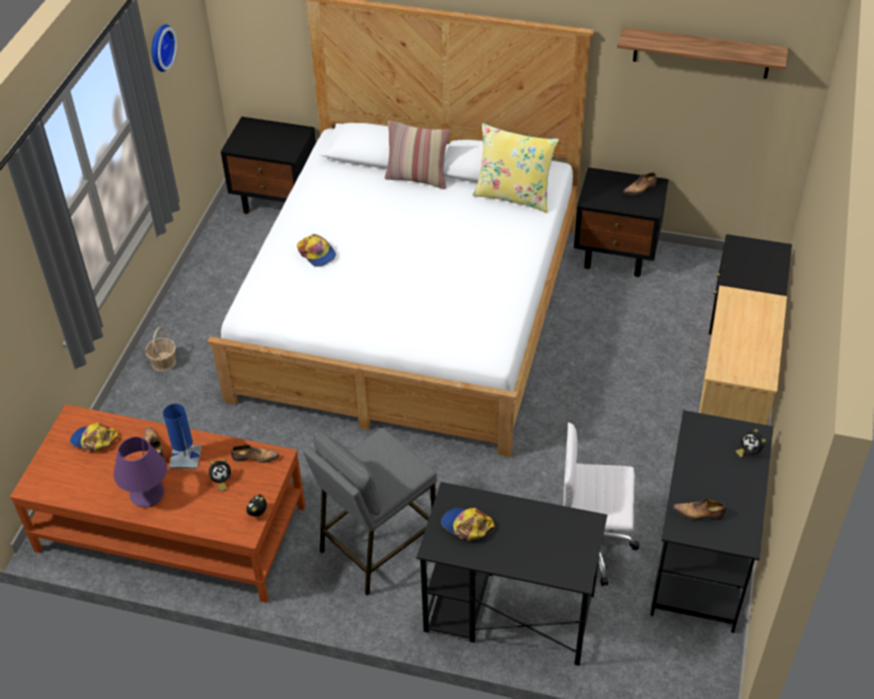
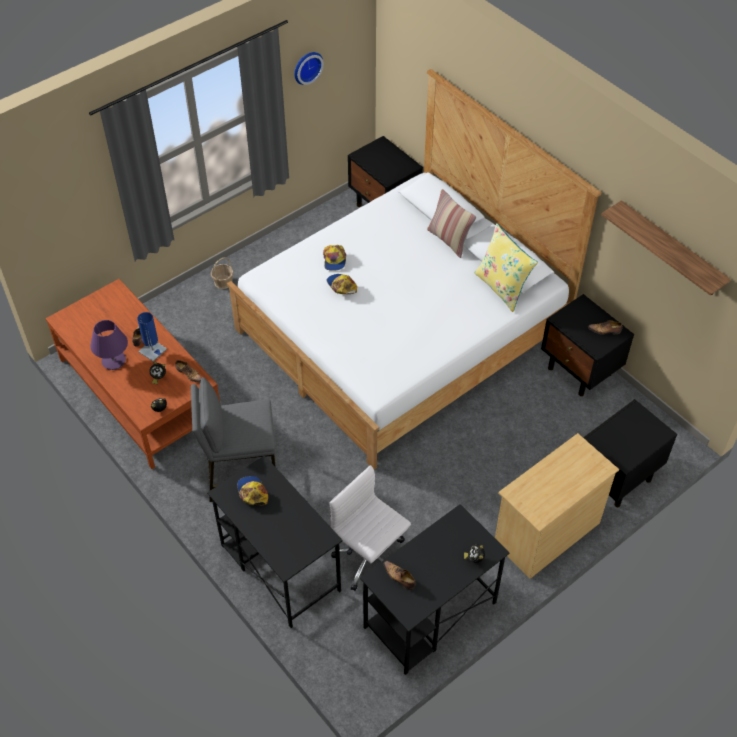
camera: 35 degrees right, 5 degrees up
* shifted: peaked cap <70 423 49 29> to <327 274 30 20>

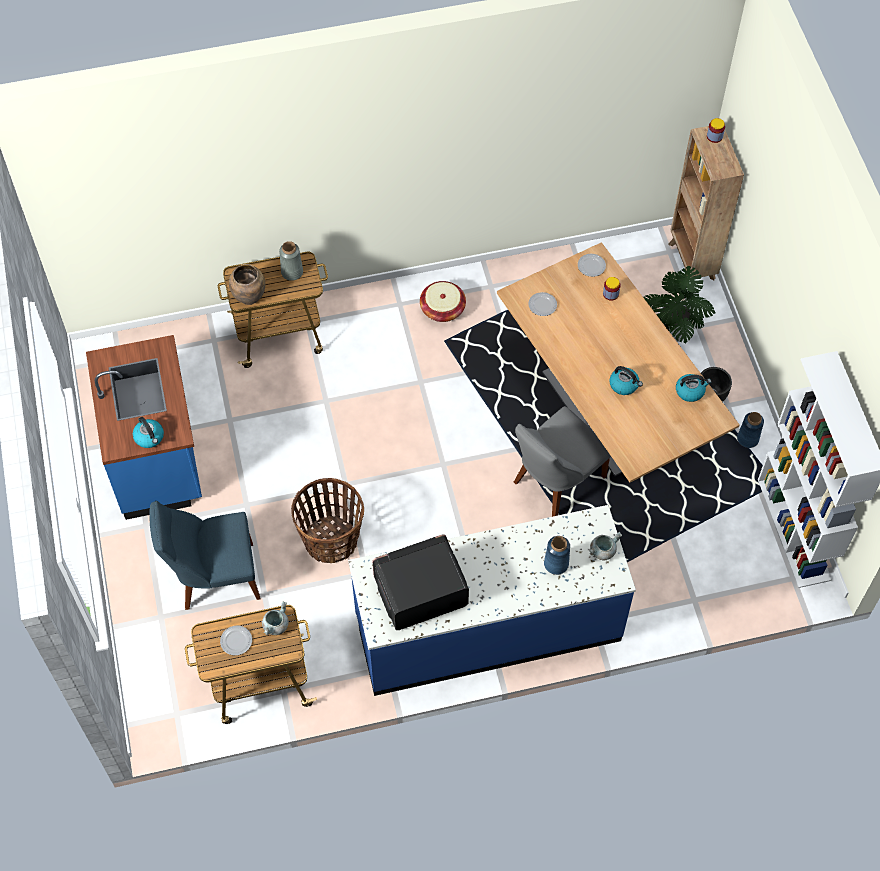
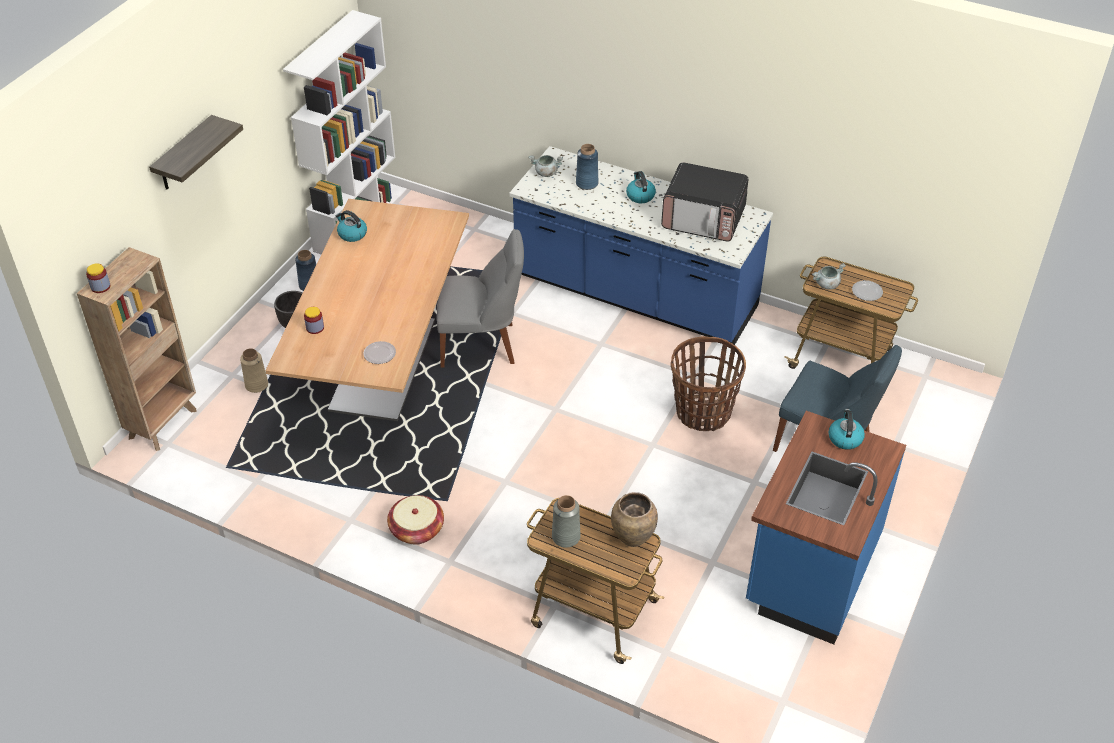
camera: 140 degrees left, 15 degrees down
* gone: dinner plate <578 254 28 23>
* new: shelf <149 115 94 75>
* shifted: water kettle <609 366 34 29> to <626 171 30 32>
* swapped: plant in a pot <643 266 72 77> to beige flower vase <240 348 28 45>

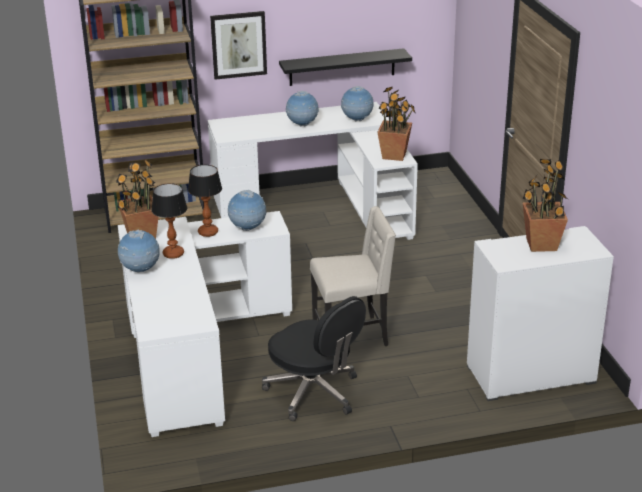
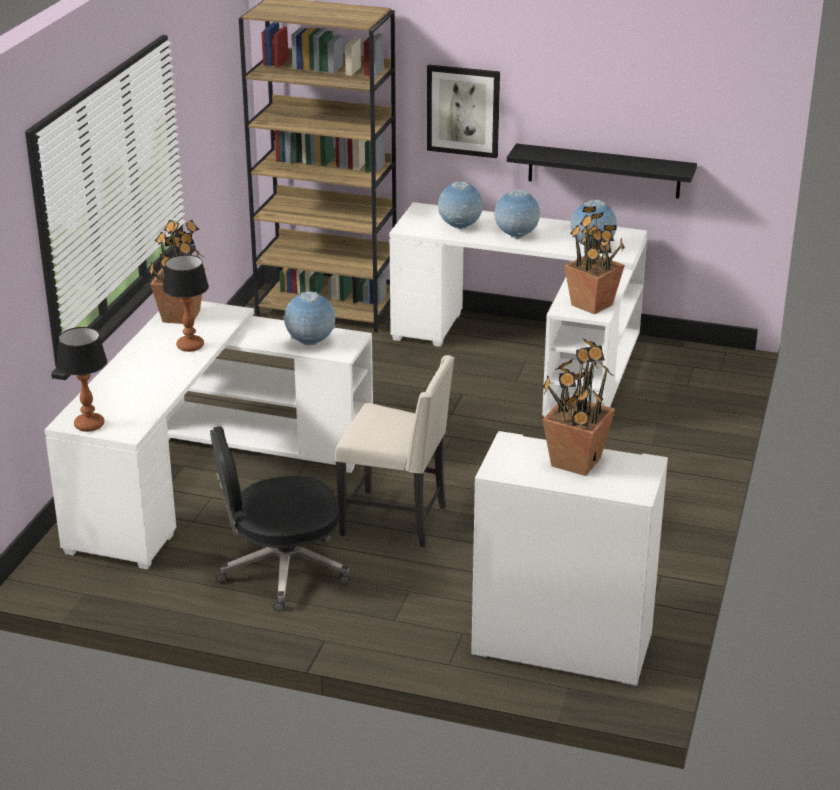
camera: 30 degrees right, 0 degrees up
* shifted: world globe <118 230 42 43> to <438 181 45 48>
* shifted: lamp for a table <188 165 34 72> to <57 327 50 105>
* rotated: black-coloured computer chair <262 296 104 125> = <210 426 139 185> 90 degrees clockwise

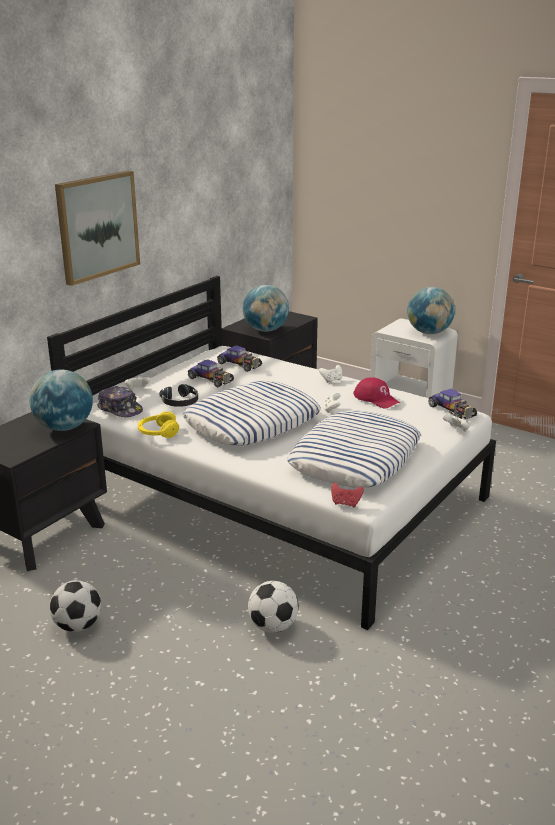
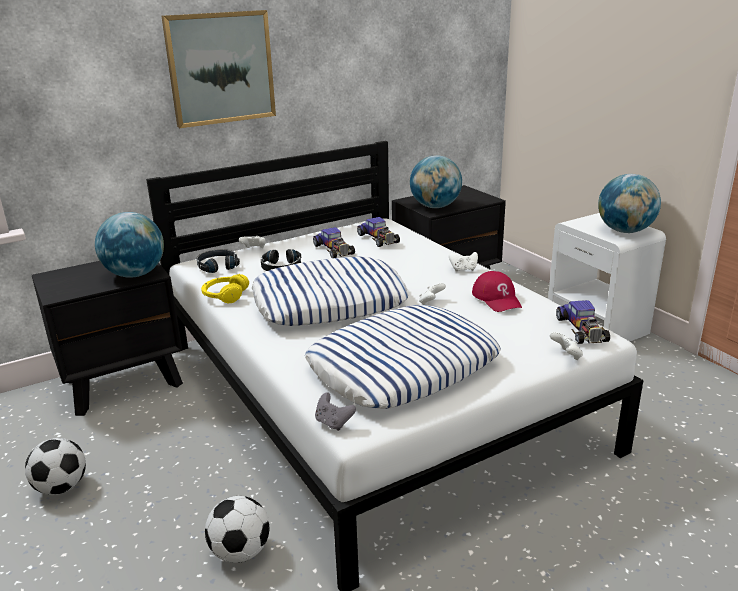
camera: 25 degrees right, 0 degrees up
* swapped: peaked cap <97 386 46 31> to black-coloured headphones <197 249 43 24>
* repainted: red game controller <331 483 33 24> to gray game controller <315 393 41 38>

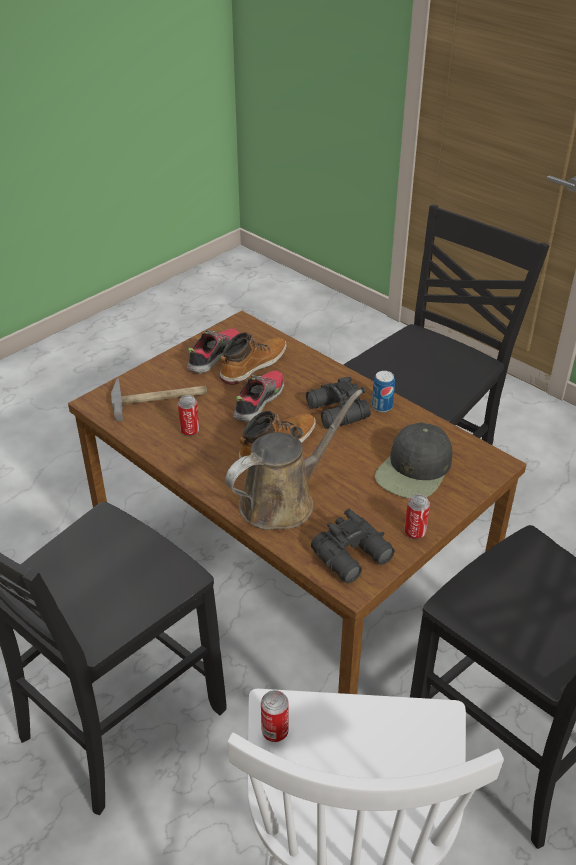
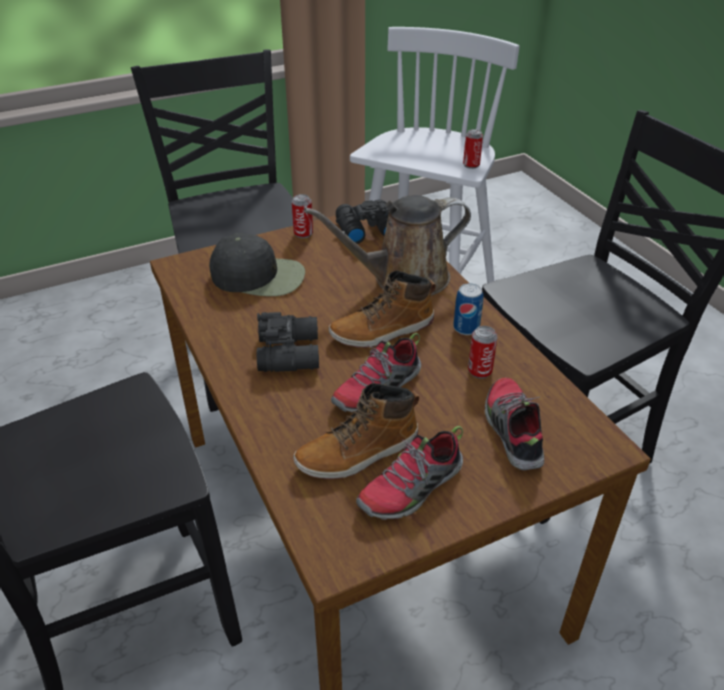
camera: 160 degrees left, 0 degrees up
* shifted: can <372 371 23 41> to <453 283 30 52>
* swapped: tool hammer <111 378 96 43> to item of footwear <485 378 59 92>
* rotated: black-coloured peaked cap <375 422 77 76> = <209 233 96 63> 45 degrees clockwise

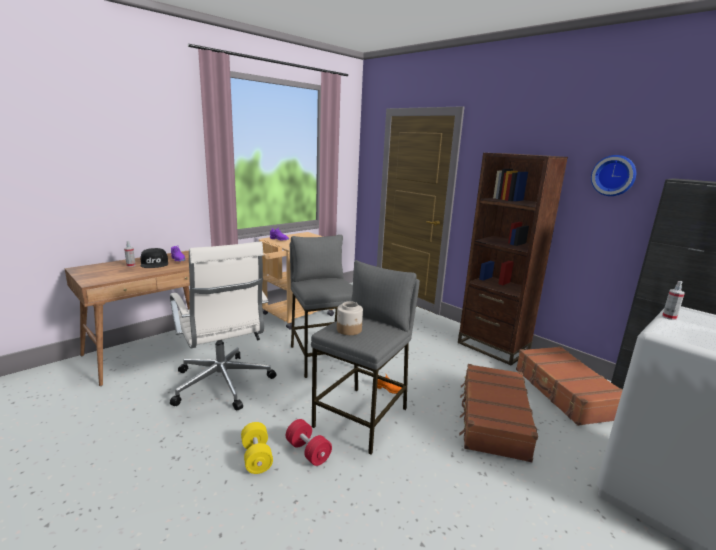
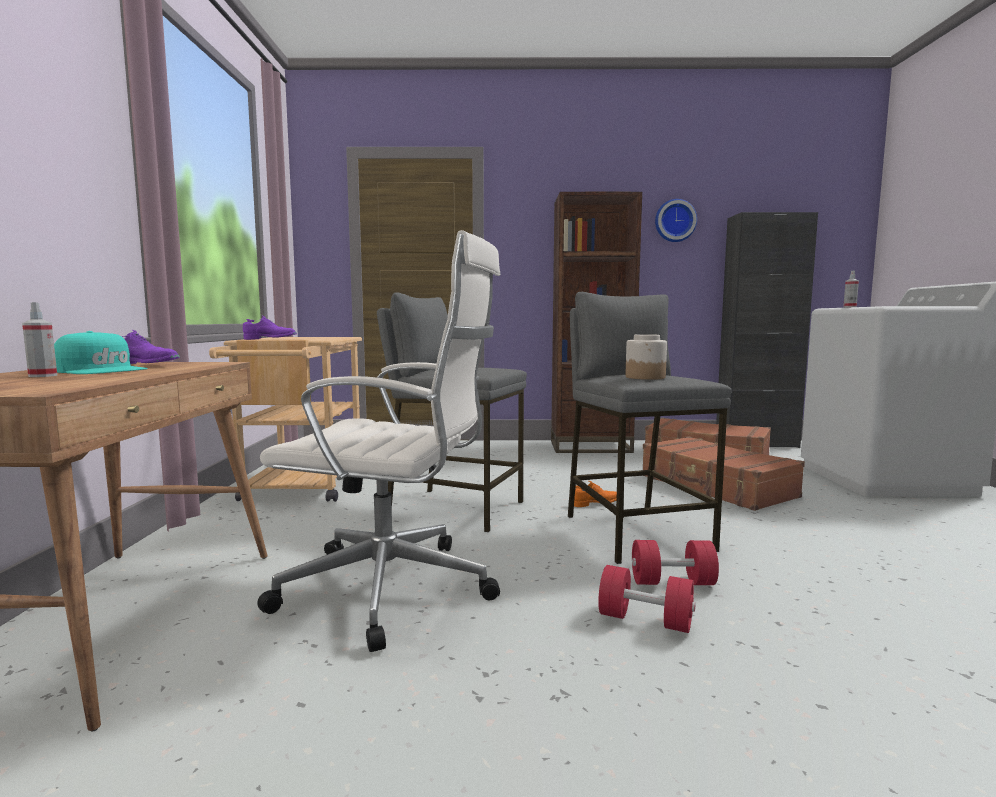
camera: 45 degrees left, 10 degrees down
* repainted: black-coloured peaked cap <140 248 28 20> to blue-green peaked cap <54 331 94 43>
* repainted: yellowish dumbbell <241 422 32 52> to red dumbbell <598 565 97 68>

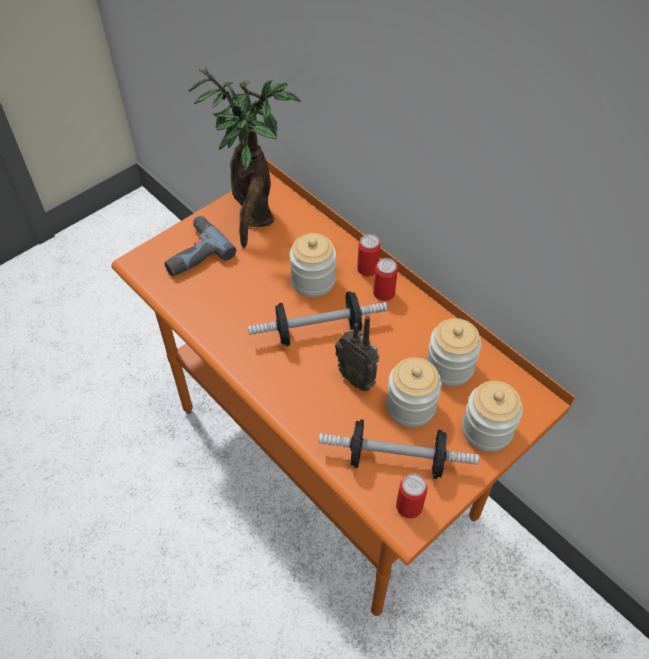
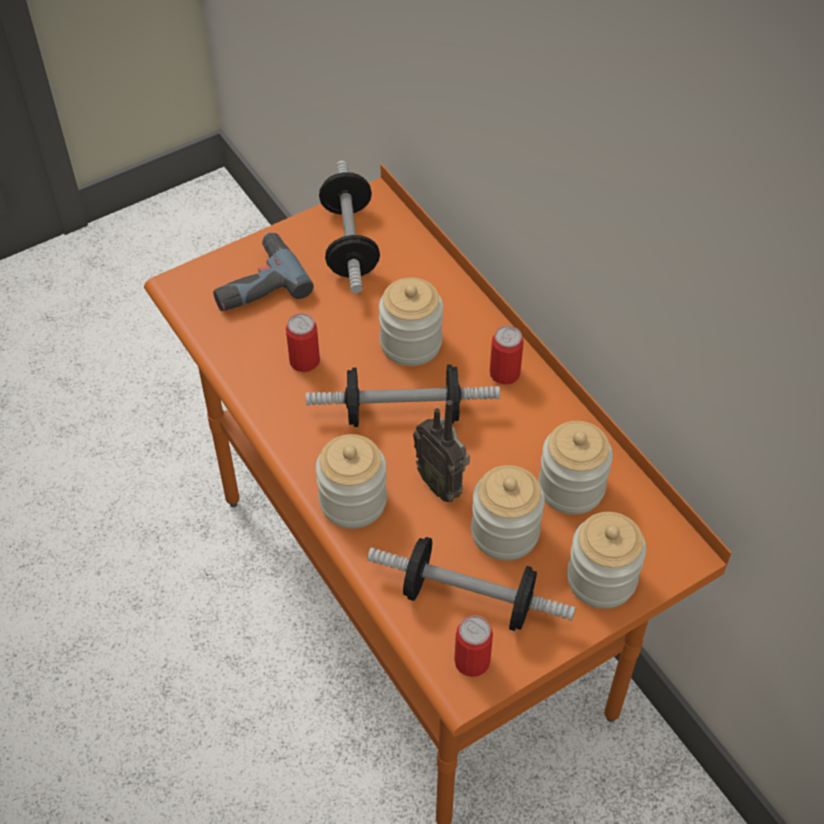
camera: 10 degrees right, 0 degrees up
* new: storage jar <316 434 71 95>
* shifted: can <357 234 24 42> to <286 313 34 59>
* swapped: plant in a pot <188 68 113 180> to dumbbell <319 160 61 133>

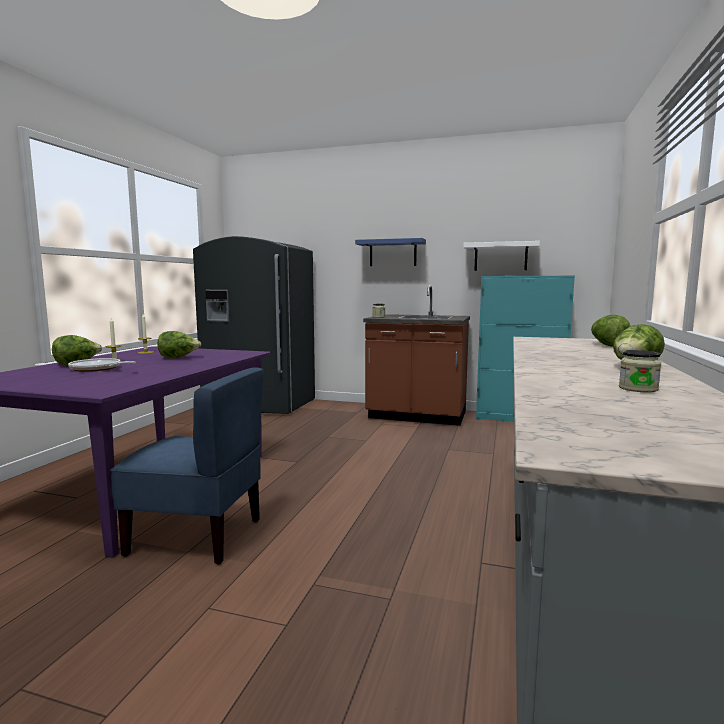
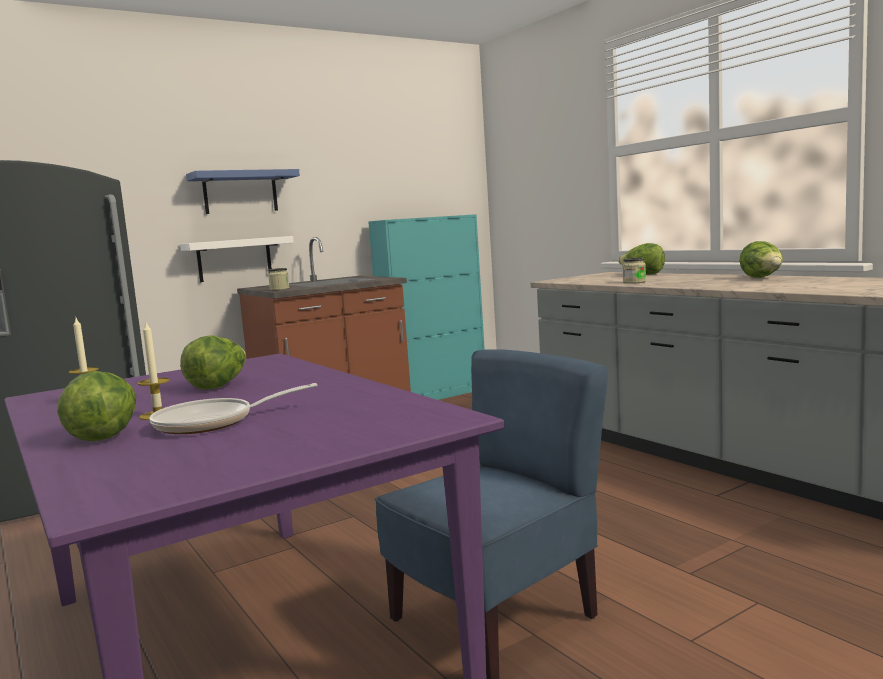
camera: 50 degrees left, 0 degrees up
* shifted: whitish shelf <463 241 77 30> to <180 236 114 46>
* shifted: storage jar <619 350 42 42> to <622 258 24 26>

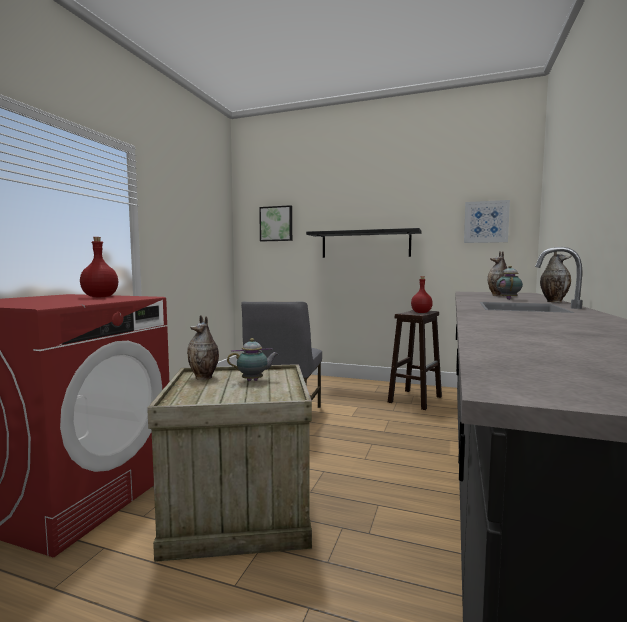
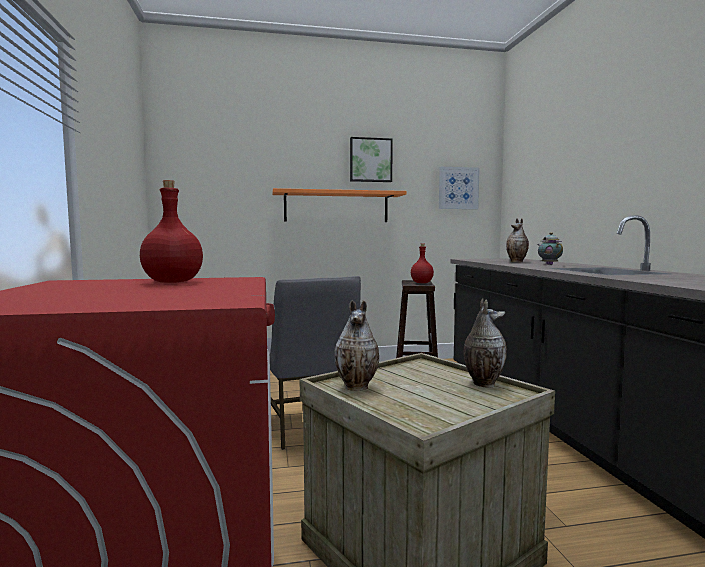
camera: 30 degrees left, 0 degrees up
* gone: teapot <227 338 51 43>
* shifted: picture <259 205 33 36> to <350 137 43 45>
* shifted: flower vase <540 252 31 50> to <464 298 43 90>
* repainted: black-coloured shelf <306 228 116 30> to orangey shelf <272 188 134 34>

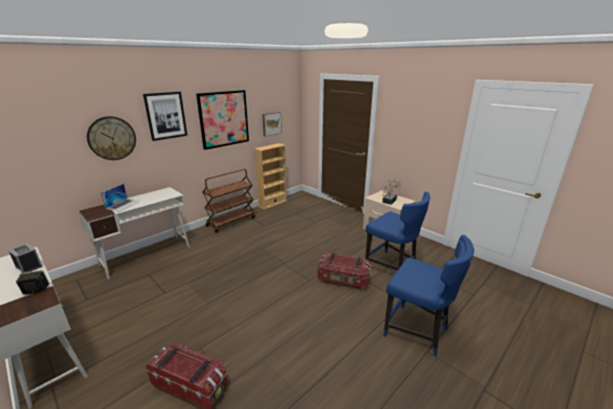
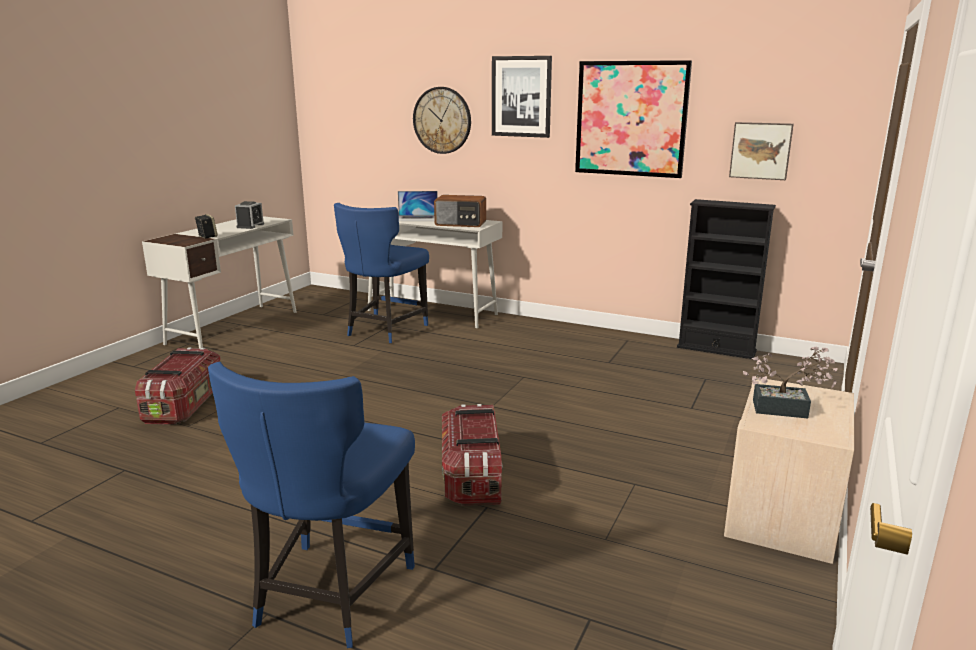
camera: 70 degrees right, 5 degrees down
* gone: brown-coloured wheeled cart <202 169 53 64>
* new: radio receiver <434 195 52 32>
* shifted: blue chair <365 192 65 78> to <334 203 95 140>
* repainted: beige bookshelf <255 143 32 67> to black-coloured bookshelf <677 199 99 160>

